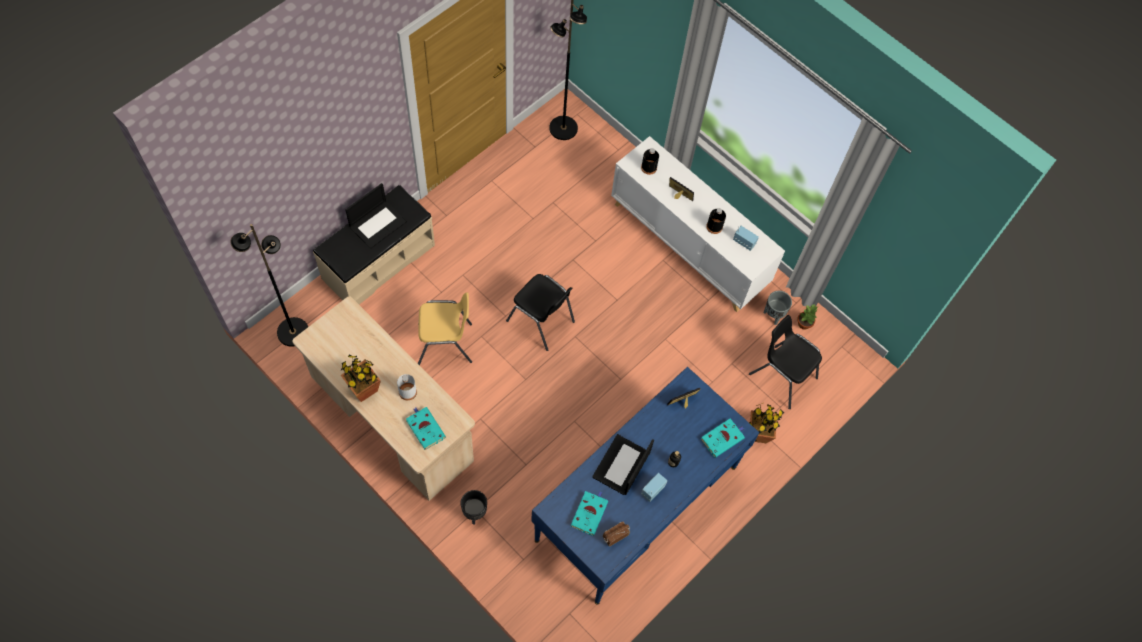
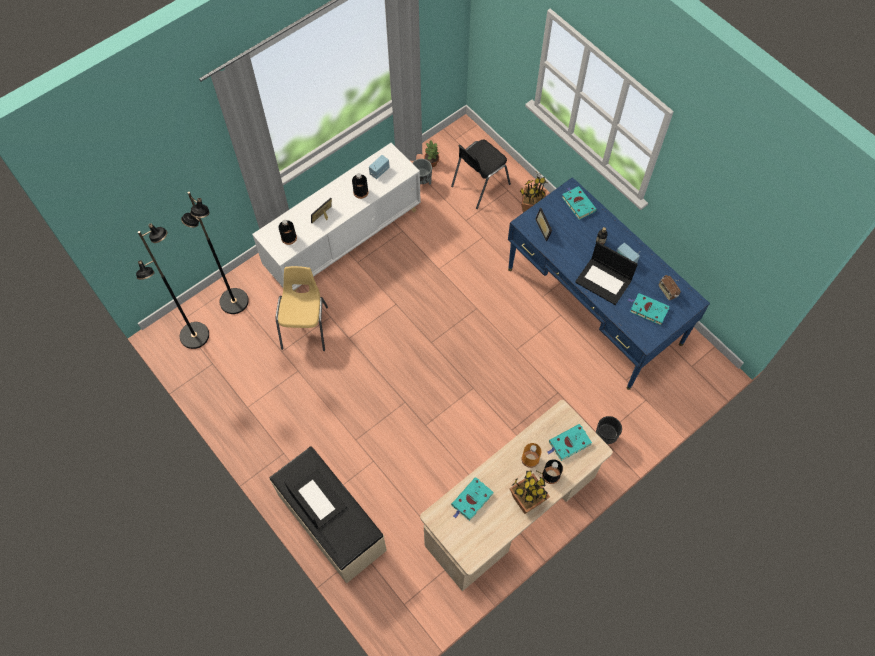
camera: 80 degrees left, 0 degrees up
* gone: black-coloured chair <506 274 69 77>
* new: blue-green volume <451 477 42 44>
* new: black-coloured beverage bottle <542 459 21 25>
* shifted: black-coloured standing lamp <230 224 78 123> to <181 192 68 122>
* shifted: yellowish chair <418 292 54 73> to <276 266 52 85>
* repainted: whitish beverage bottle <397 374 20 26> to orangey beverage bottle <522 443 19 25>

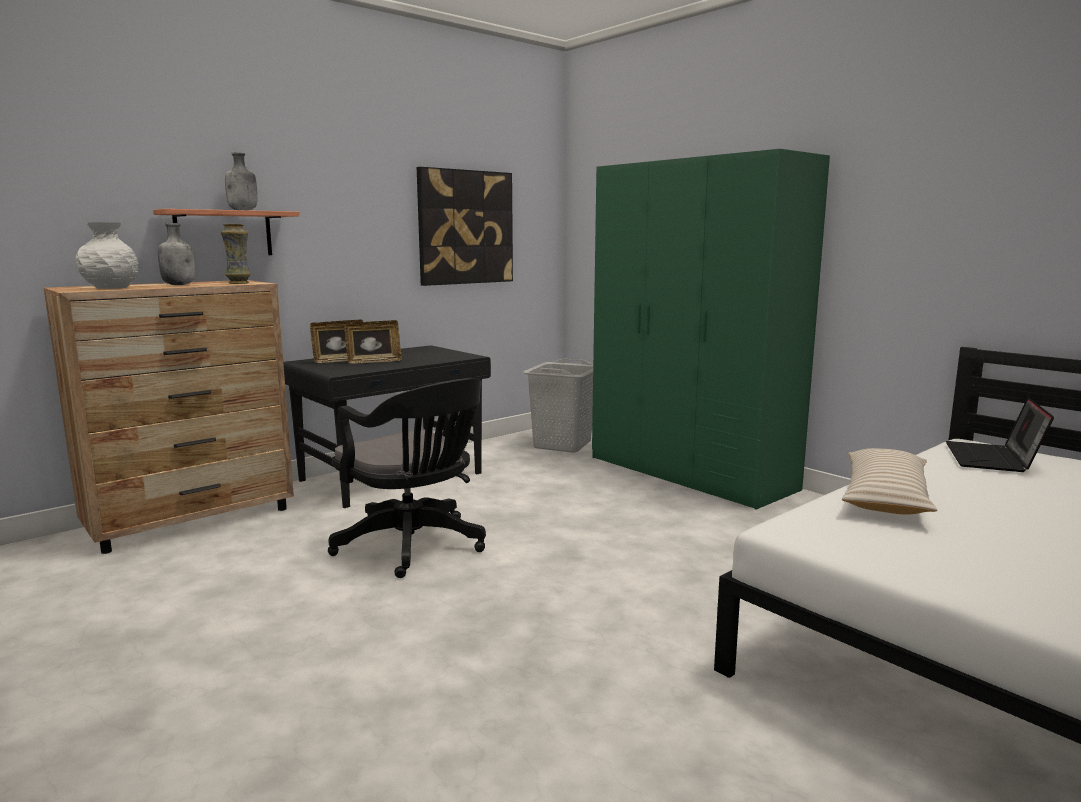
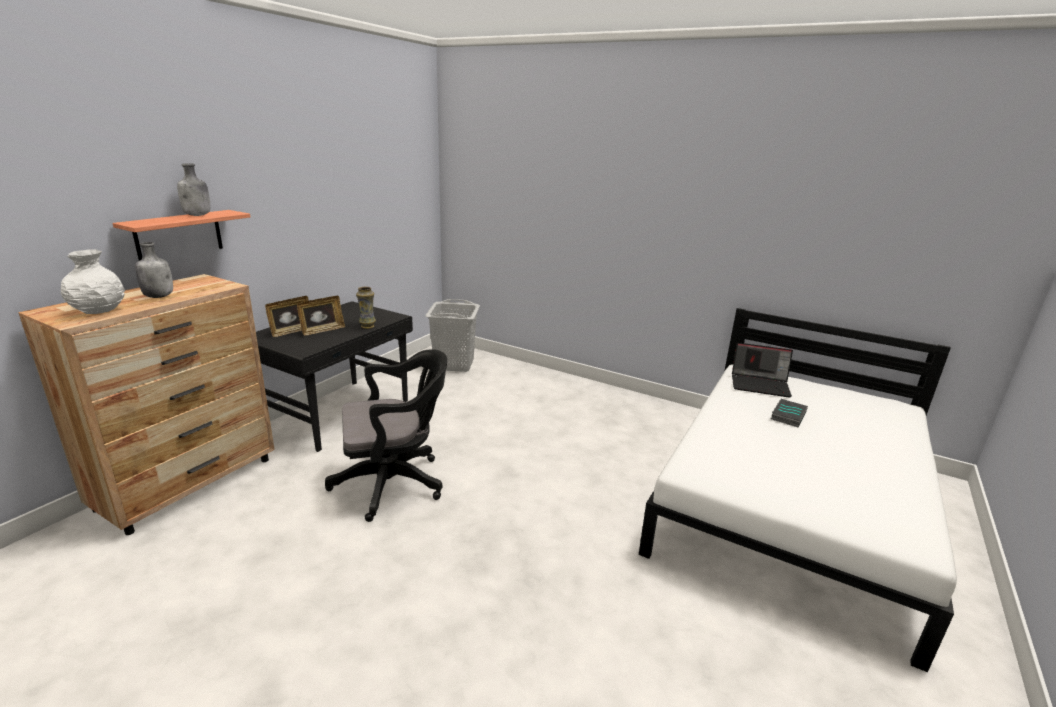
camera: 20 degrees left, 10 degrees up
* gone: picture <417 167 96 119>
* gone: green-coloured wardrobe <592 149 238 360>
* gone: beige cushion <842 448 95 67>
* new: volume <771 399 37 28>
* shifted: flower vase <221 224 30 60> to <356 287 20 42>
* rotated: black-coloured computer chair <328 378 158 200> = <325 349 122 173> 45 degrees counterclockwise
* rotated: portable computer <946 397 108 75> = <732 343 61 55> 75 degrees counterclockwise

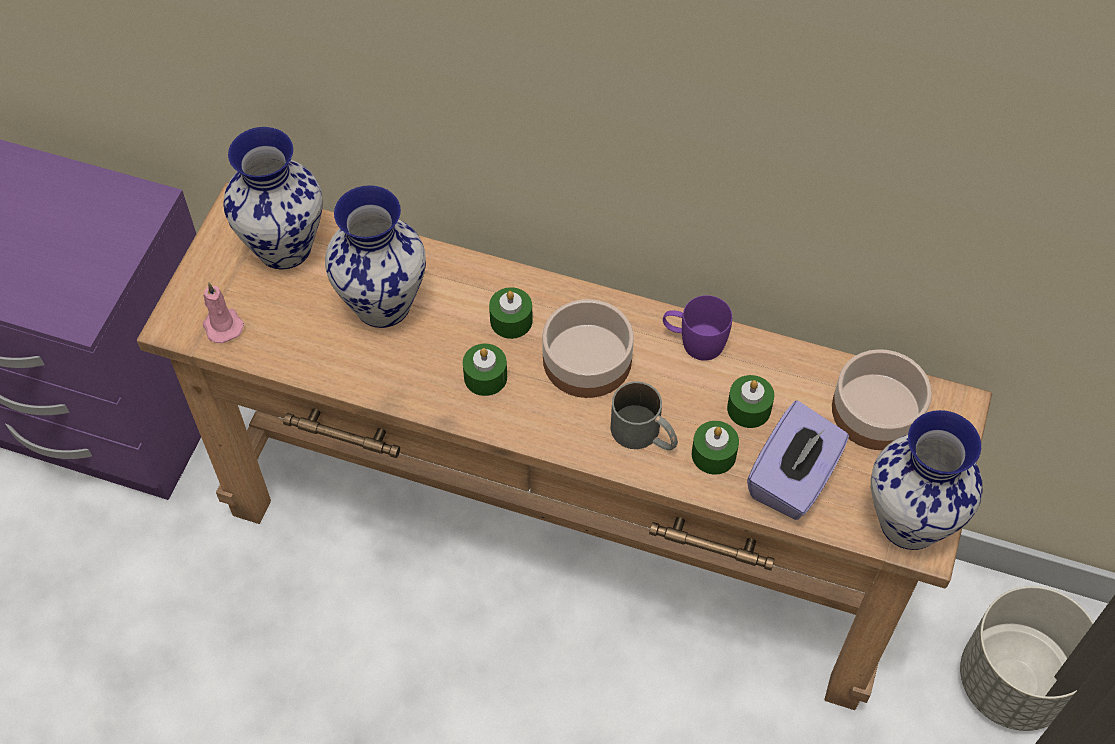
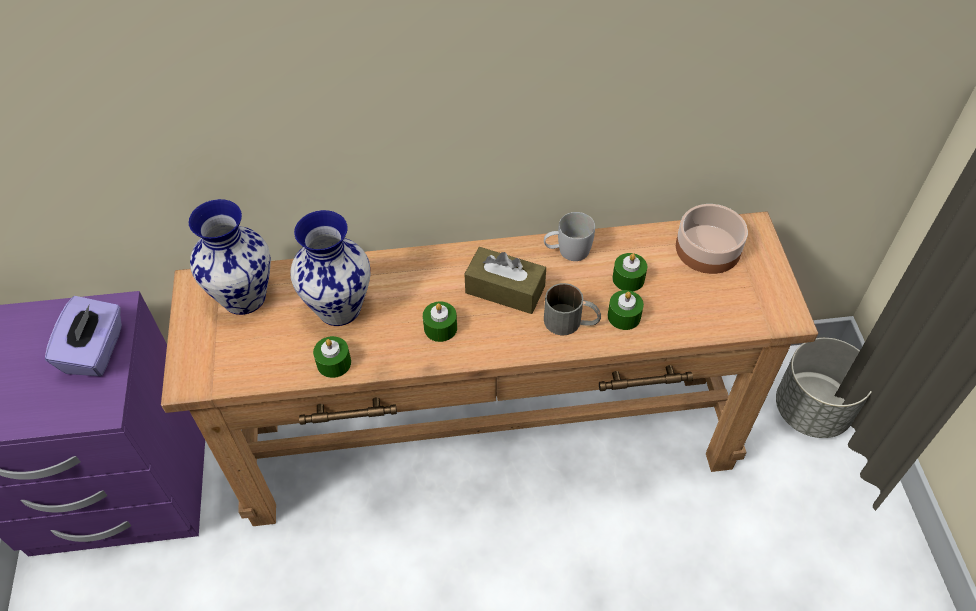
camera: 25 degrees left, 5 degrees down
* gone: pink candle <203 283 41 60>
* gone: flower vase <871 410 111 140>
* shifted: green-coloured candle <489 287 44 52> to <313 336 38 42>
* shifted: purplish box of tissues <747 401 102 119> to <45 296 77 80>
* swapped: serving bowl <542 299 92 99> to brown-coloured box of tissues <465 247 81 67>
* repainted: purplish mug <663 295 69 66> to whitish mug <544 212 51 49>

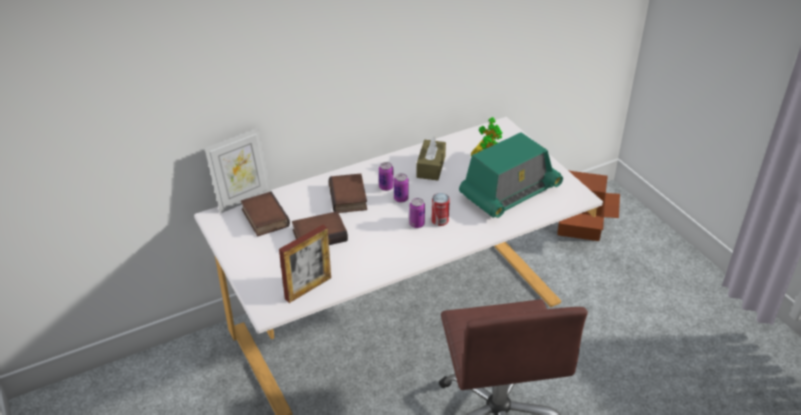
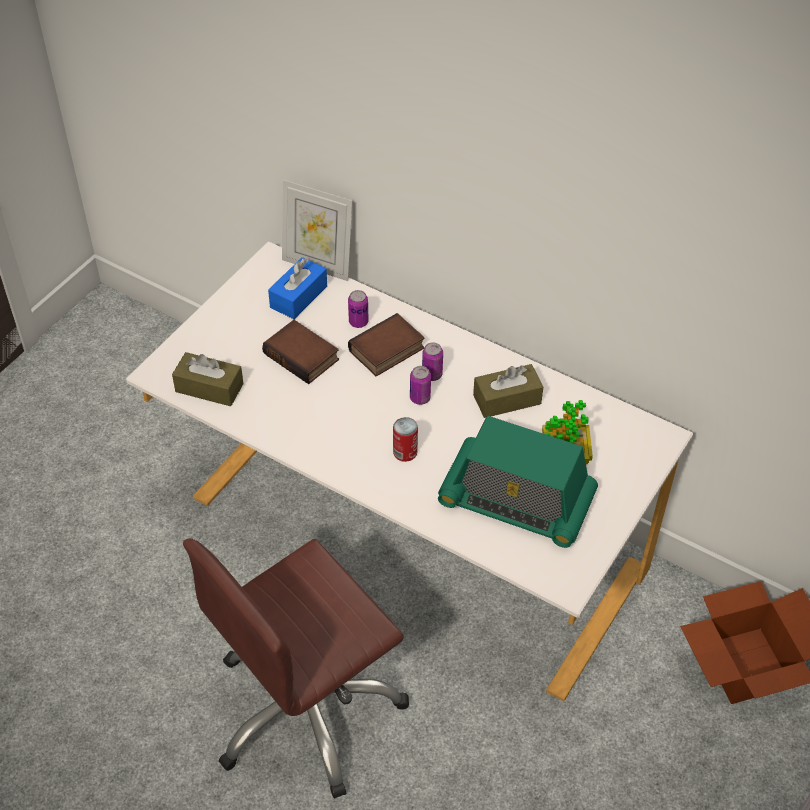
camera: 60 degrees right, 10 degrees up
* shifted: can <409 198 16 30> to <348 290 21 38>
* swapped: volume <241 191 49 45> to blue box of tissues <268 257 59 62>
* swapped: photo frame <279 225 52 78> to brown-coloured box of tissues <172 352 72 54>

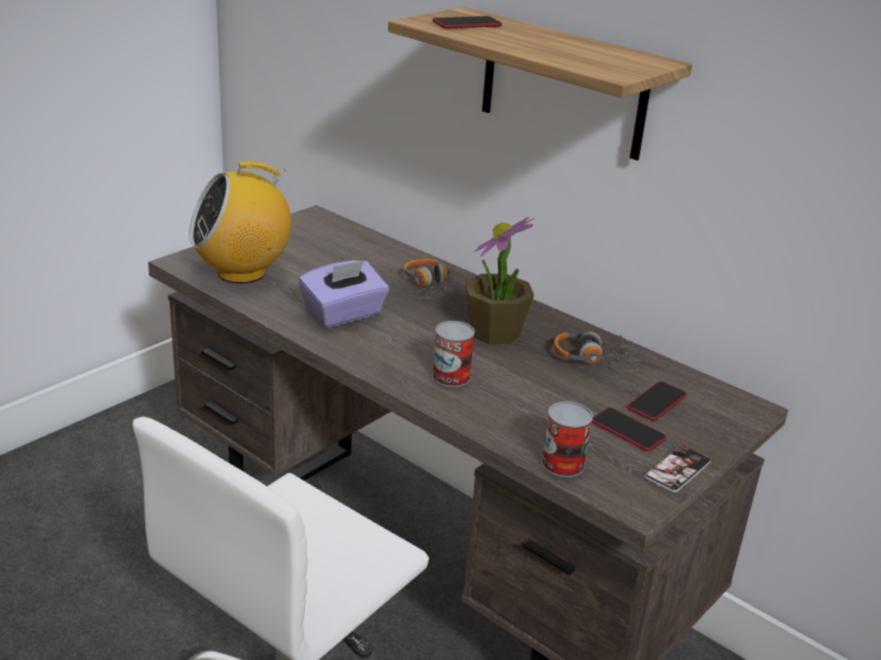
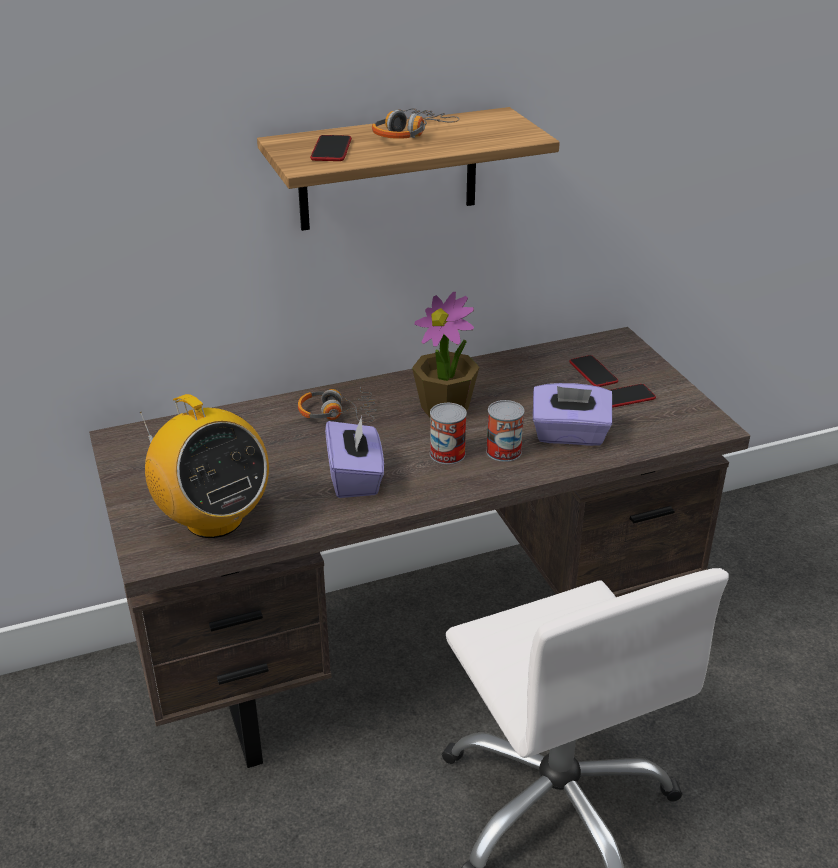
camera: 60 degrees left, 5 degrees up
* gone: phone <644 445 67 48>
* new: purplish box of tissues <533 383 79 63>
* shifted: can <541 401 52 76> to <430 403 37 61>
* shifted: headphones <554 332 86 39> to <372 108 87 31>
* rotated: radio receiver <189 161 102 123> = <139 394 130 144> 45 degrees counterclockwise

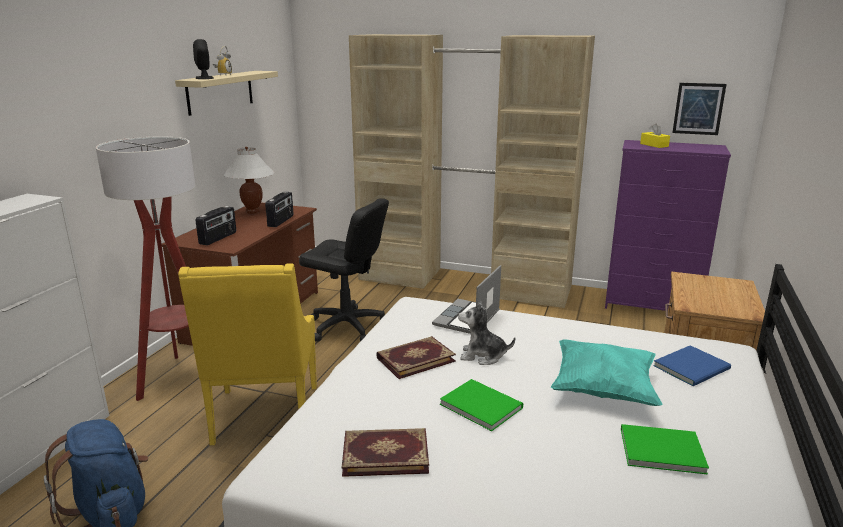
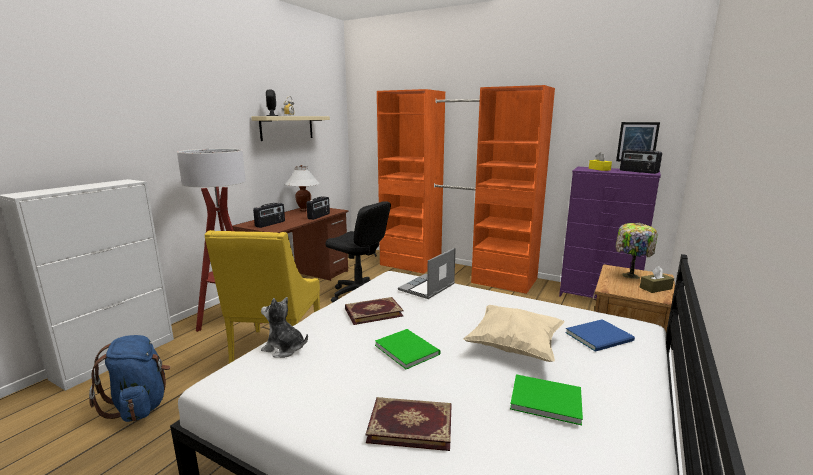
camera: 10 degrees right, 5 degrees down
* new: lamp for a table <615 222 43 57>
* new: radio receiver <620 149 42 25>
* new: brown-coloured box of tissues <640 266 34 27>
* shifted: volume <342 428 87 49> to <365 397 87 54>
* shifted: soft toy <458 301 57 64> to <261 297 47 61>
* repainted: beige wardrobe <349 34 246 274> to orangey wardrobe <377 85 178 209>
* repainted: blue-green cushion <551 339 111 67> to beige cushion <463 305 102 57>

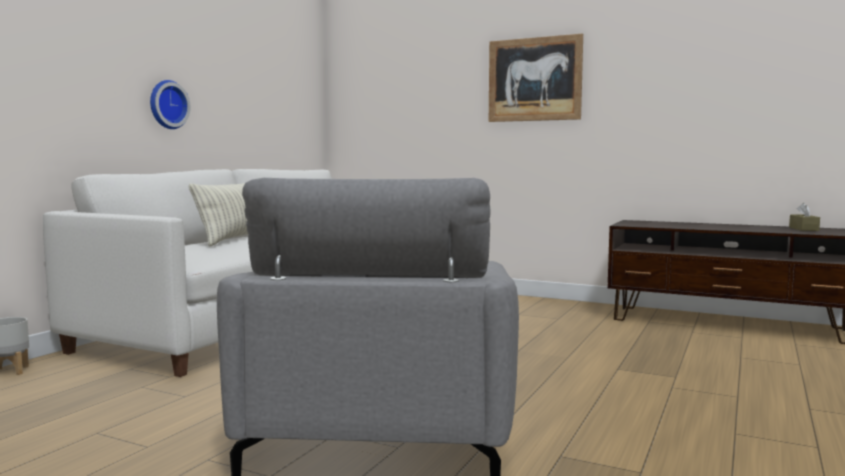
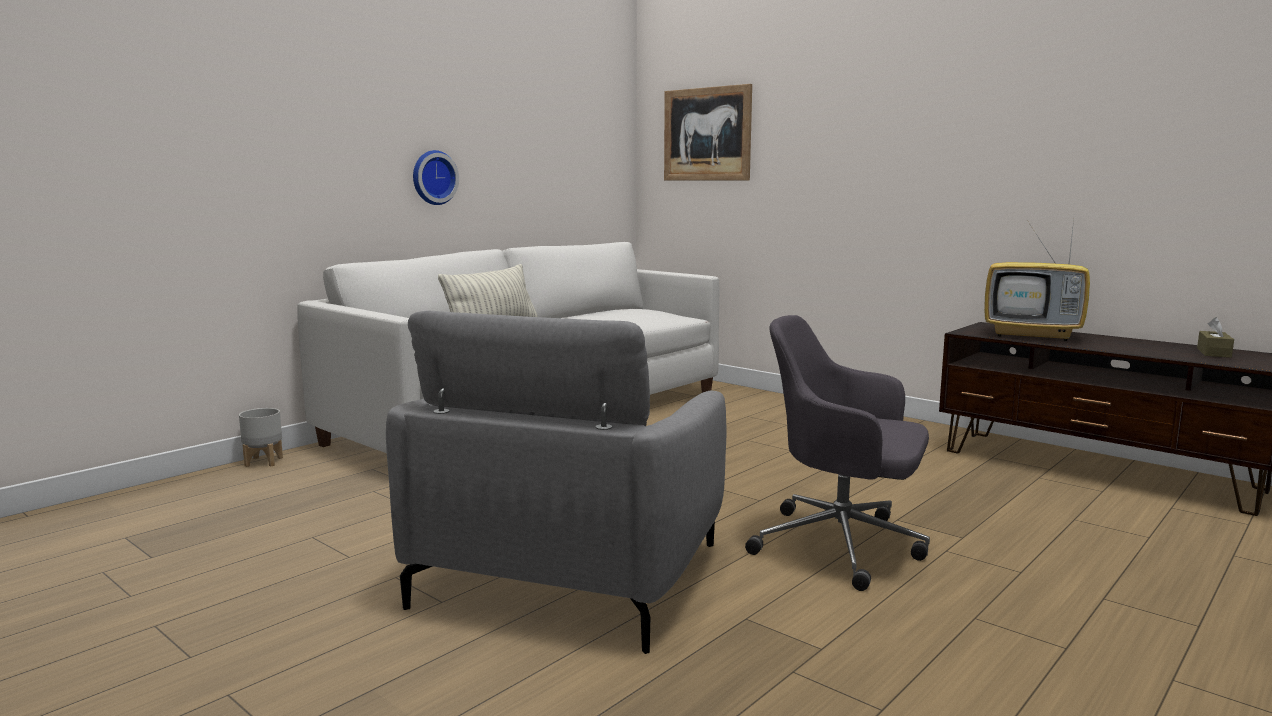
camera: 15 degrees right, 5 degrees up
* new: gray computer chair <745 315 185 276>
* new: TV set <984 220 106 121>
* shifted: picture <489 33 94 89> to <664 84 88 97>

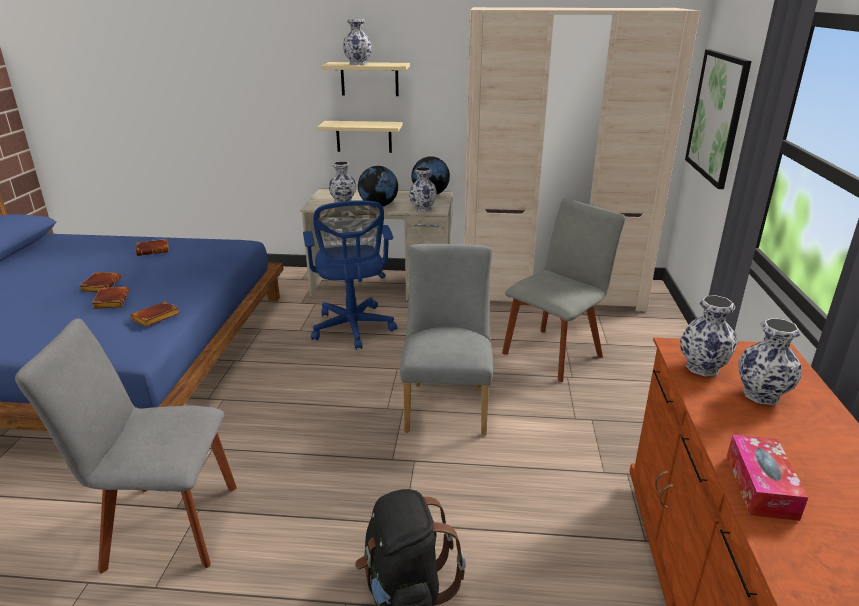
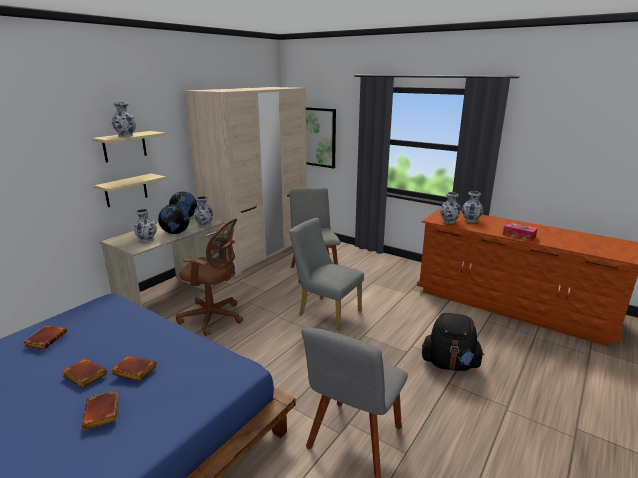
camera: 60 degrees left, 5 degrees down
* shifted: brown-coloured volume <130 301 50 26> to <82 390 37 40>
* repainted: blue computer chair <303 200 94 150> to brown-coloured computer chair <175 218 68 118>

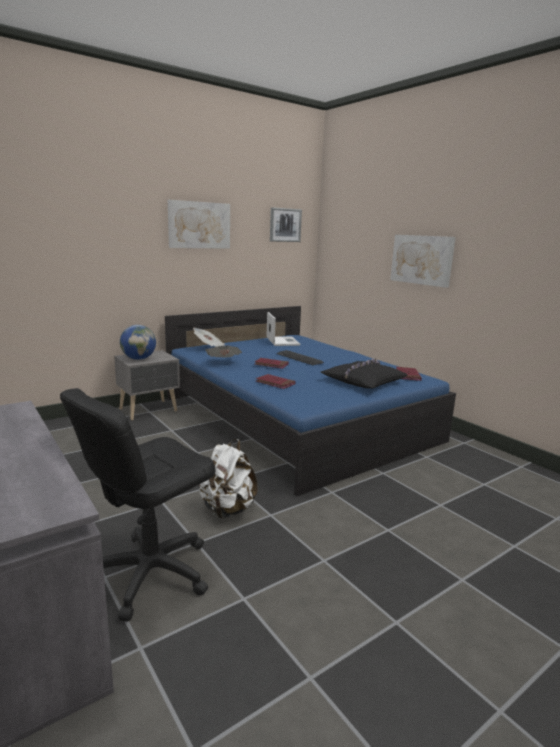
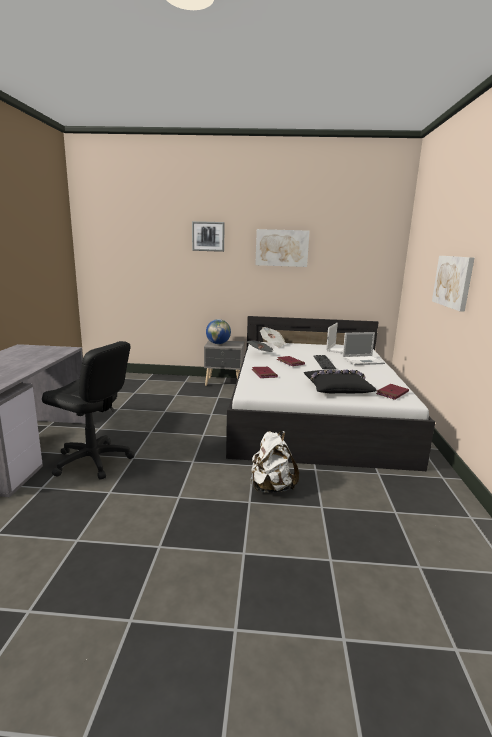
camera: 40 degrees right, 0 degrees up
* new: portable computer <342 332 43 33>
* shifted: whitish backpack <199 439 59 79> to <250 431 49 62>
* shifted: picture <270 207 32 35> to <192 221 33 31>
* repainted: blue bedroom bed <165 306 291 190> to whitish bedroom bed <226 316 209 155>
* rotated: black-coloured computer chair <60 388 155 234> = <42 341 92 138> 150 degrees counterclockwise

